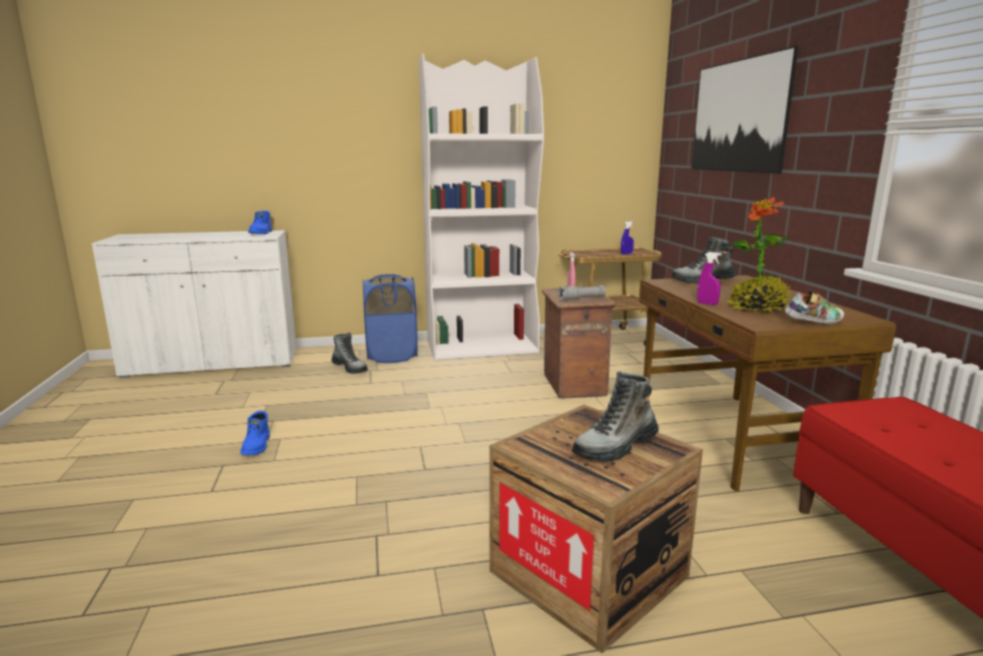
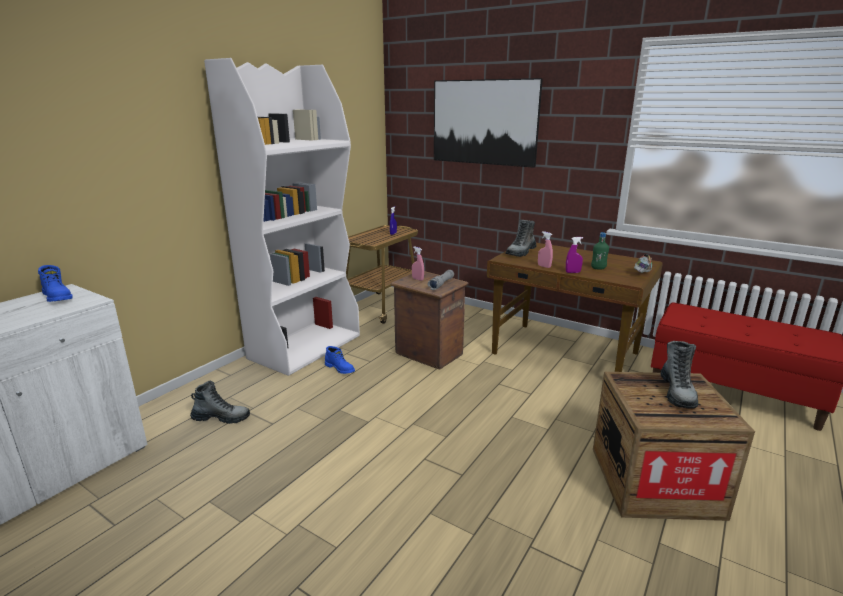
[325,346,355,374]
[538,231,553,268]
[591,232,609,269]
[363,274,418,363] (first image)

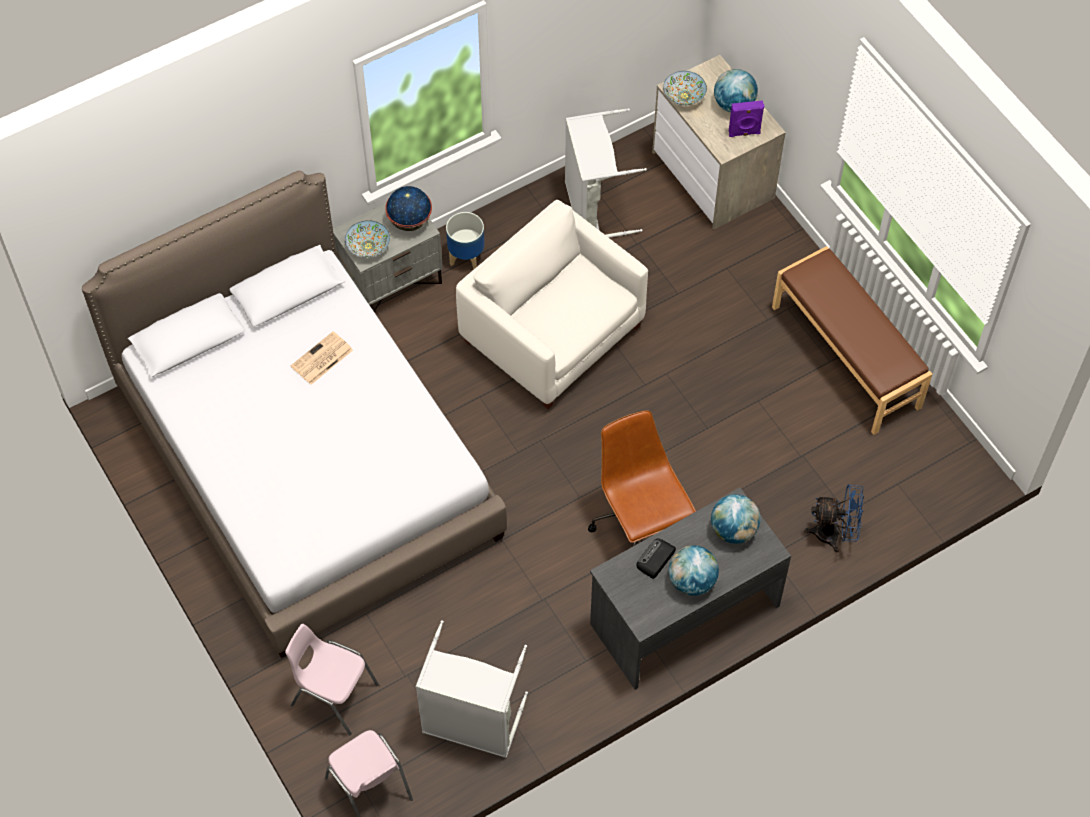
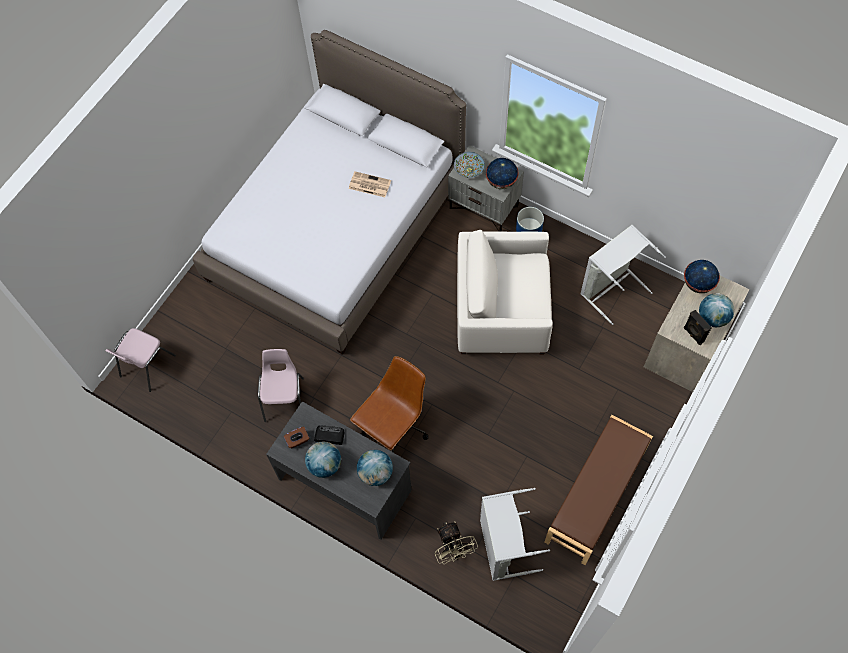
[258,349,304,422]
[284,426,309,448]
[435,521,478,564]
[457,230,553,354]
[480,488,550,581]
[684,260,720,293]
[684,310,712,345]

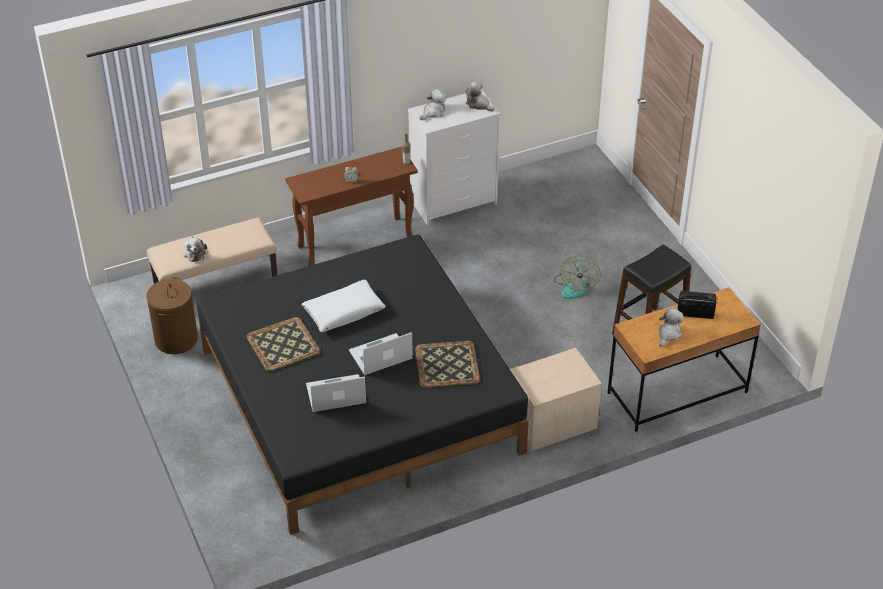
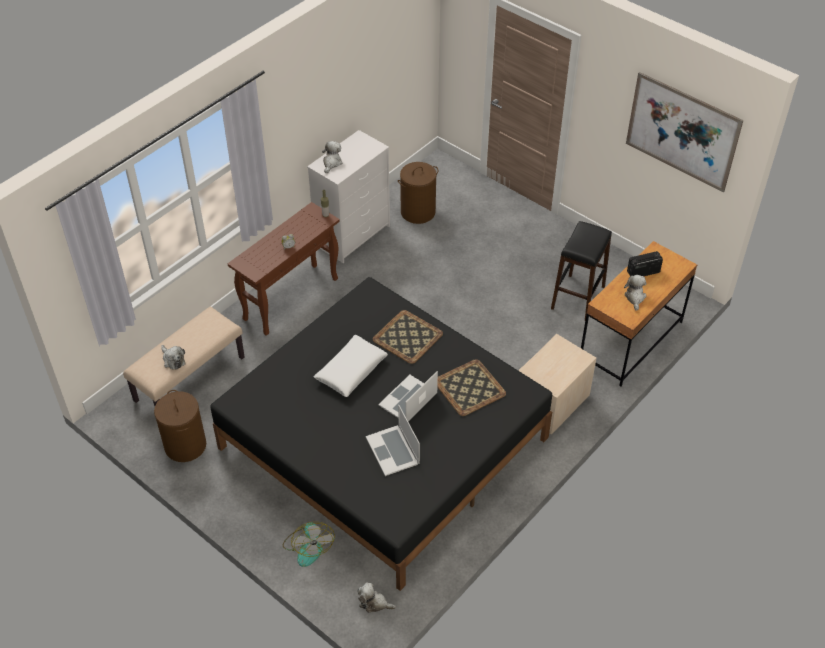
[283,522,335,567]
[358,582,396,613]
[366,405,420,476]
[372,310,443,364]
[398,162,438,224]
[626,72,744,192]

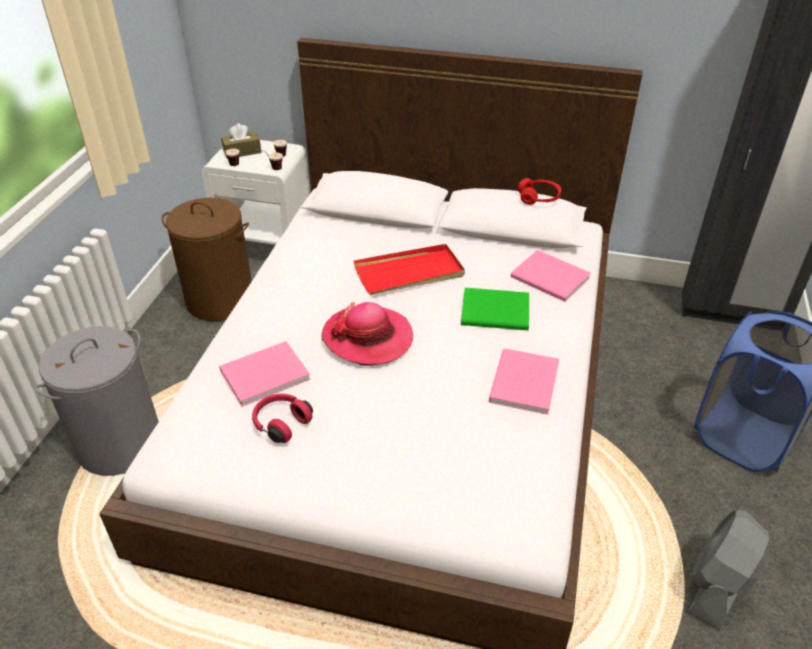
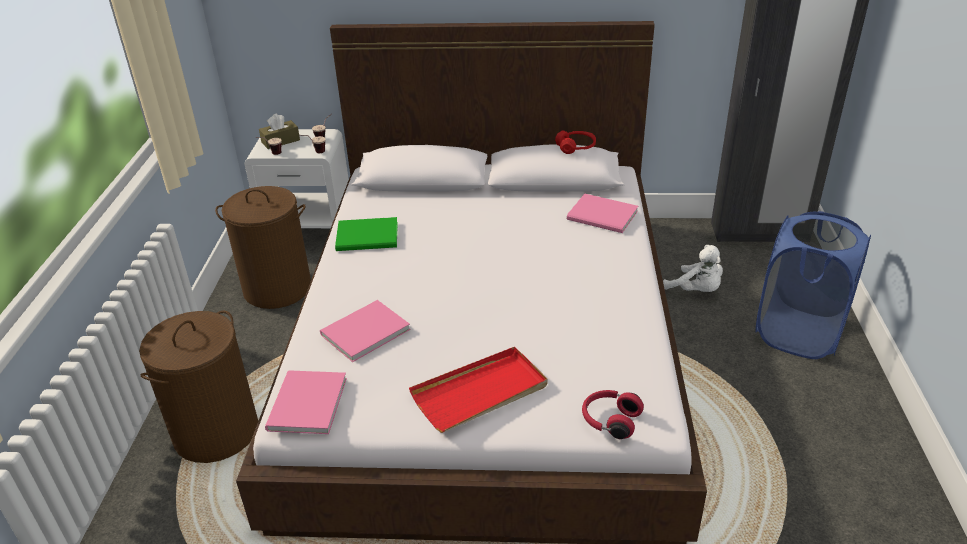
[139,311,258,463]
[265,370,347,434]
[335,217,398,251]
[409,347,547,433]
[582,390,644,439]
[663,245,723,292]
[321,302,413,366] (first image)
[688,510,770,630] (first image)

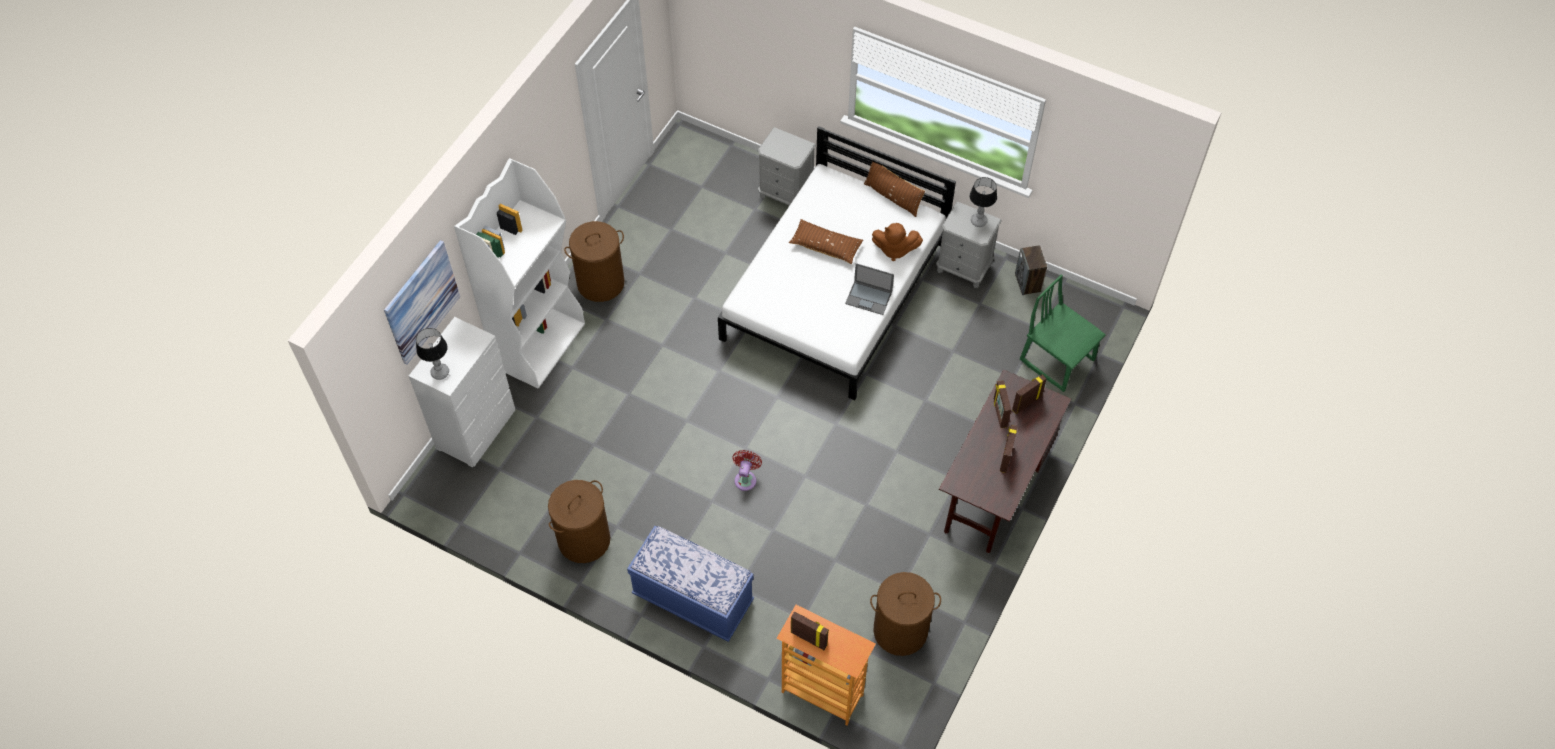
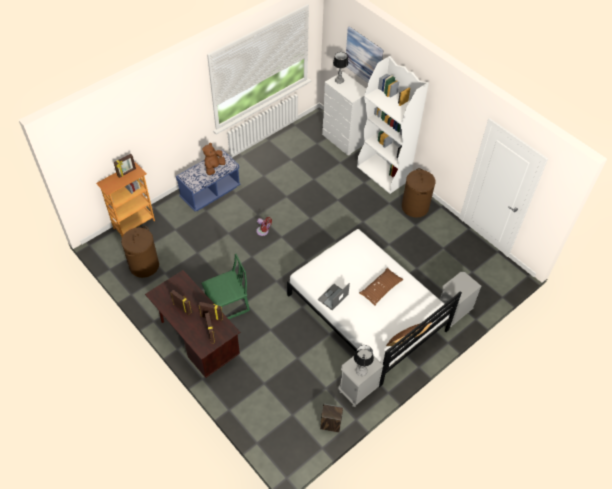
[201,254,250,319]
[202,143,226,175]
[548,480,611,563] (first image)

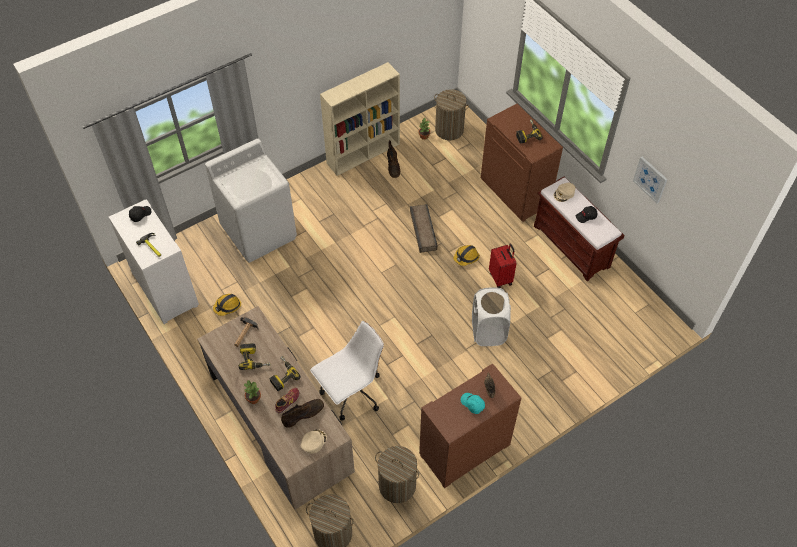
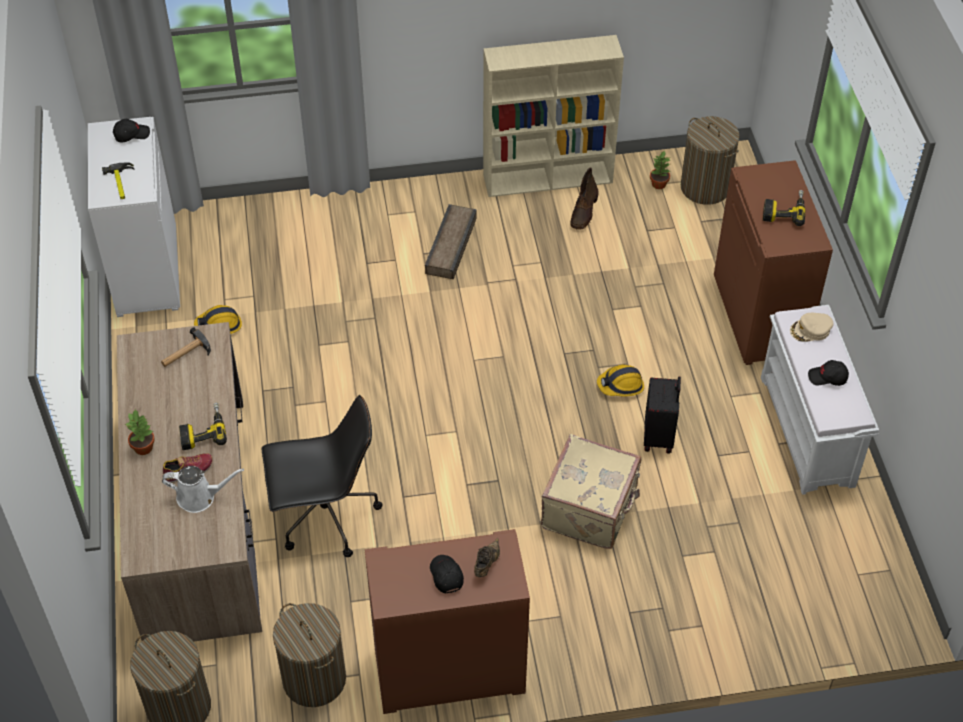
[162,466,244,513]
[262,395,383,557]
[425,204,477,279]
[430,555,464,594]
[541,434,641,549]
[644,376,681,454]
[761,305,879,495]
[205,139,297,263] (first image)
[239,343,270,370] (first image)
[301,429,327,454] (first image)
[633,157,668,203] (first image)

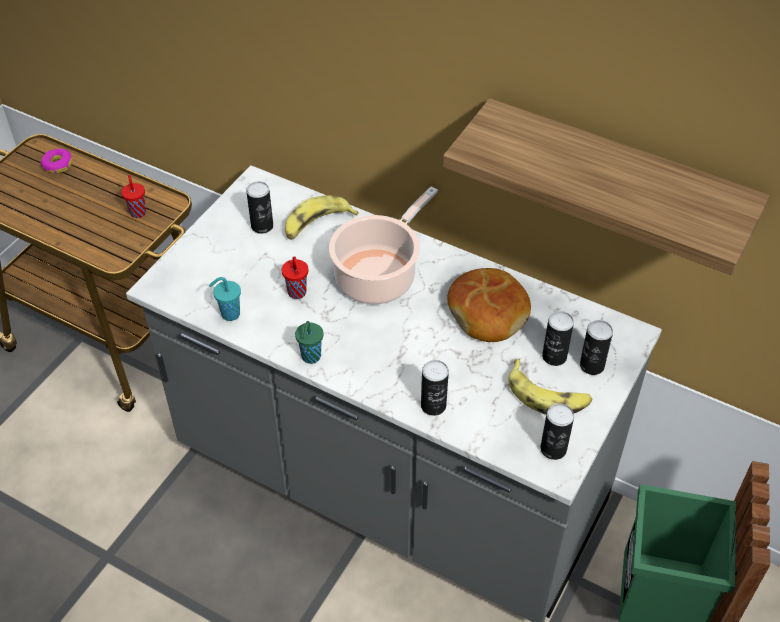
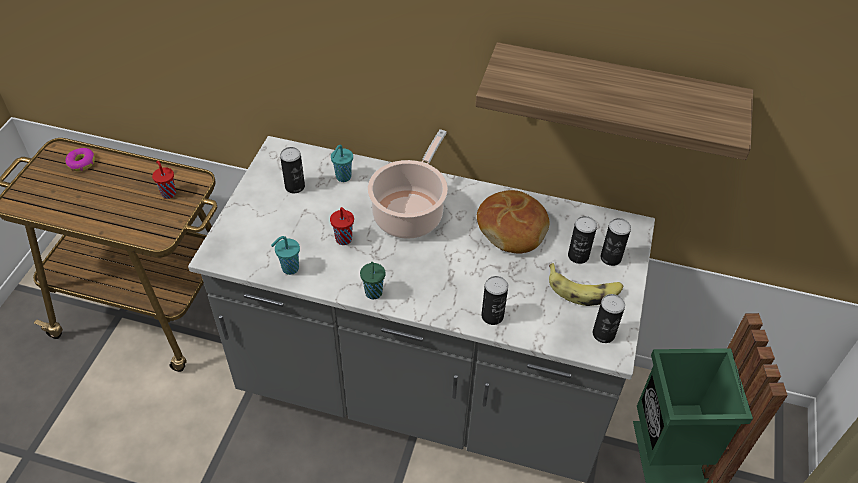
[331,145,353,182]

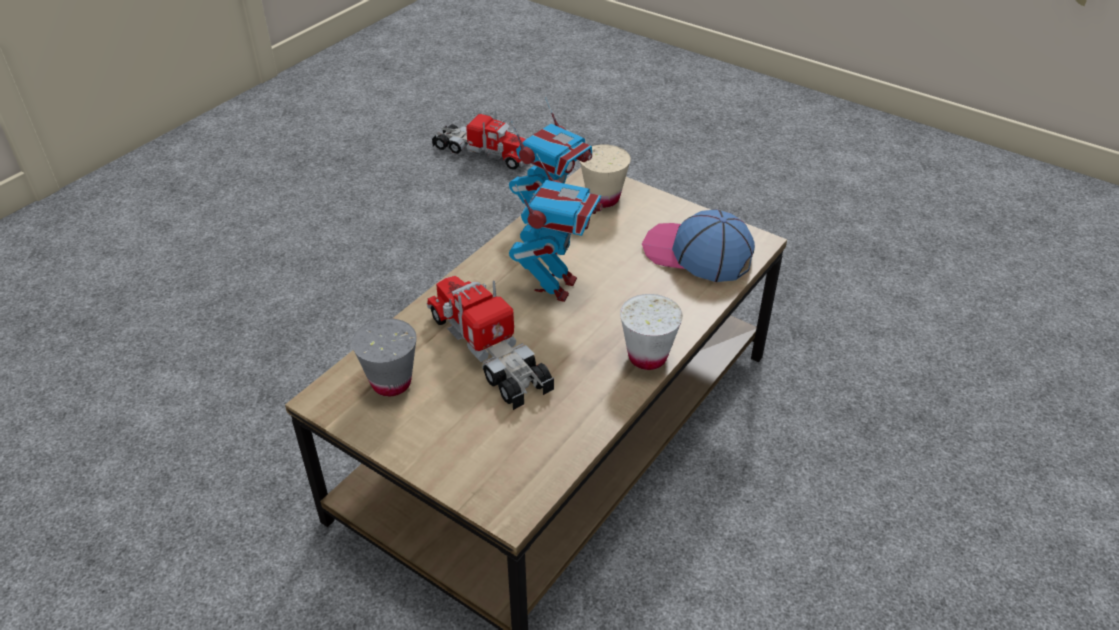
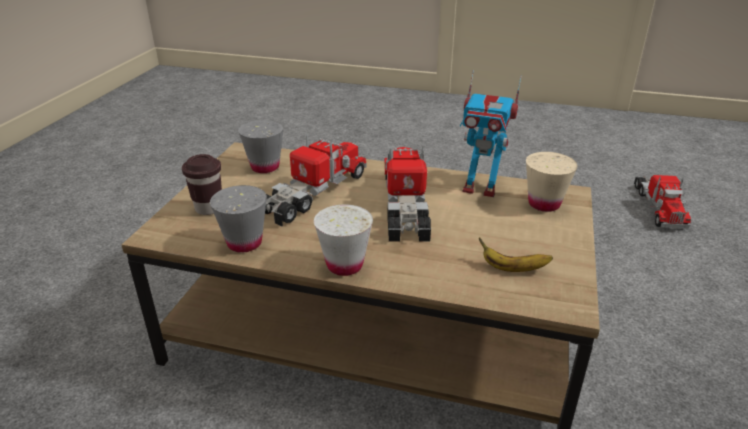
[182,154,222,215]
[210,185,267,253]
[384,146,431,242]
[479,238,553,272]

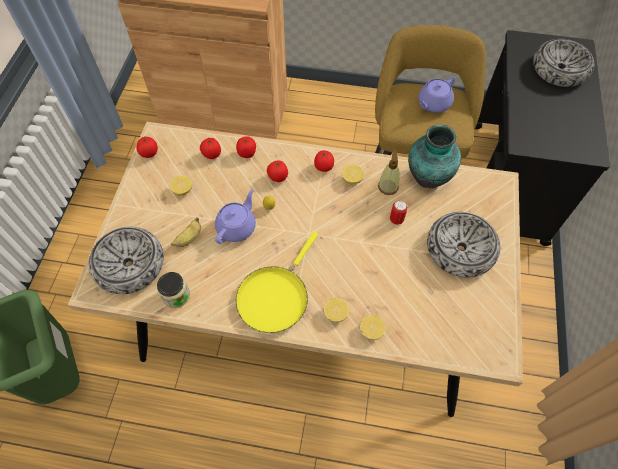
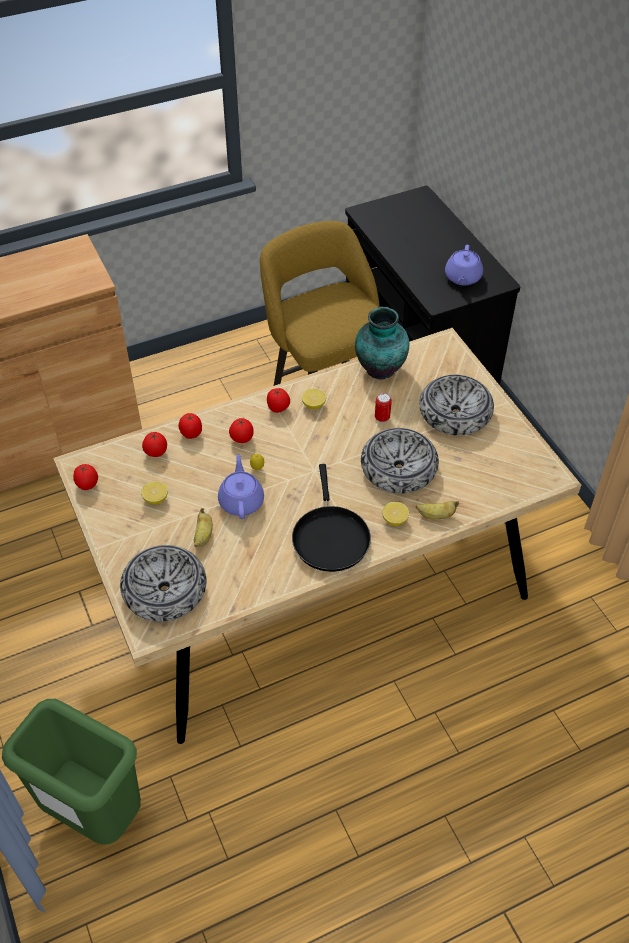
[292,464,371,572]
[361,428,439,493]
[416,501,459,519]
[445,245,483,285]
[157,272,190,308] (first image)
[378,149,400,195] (first image)

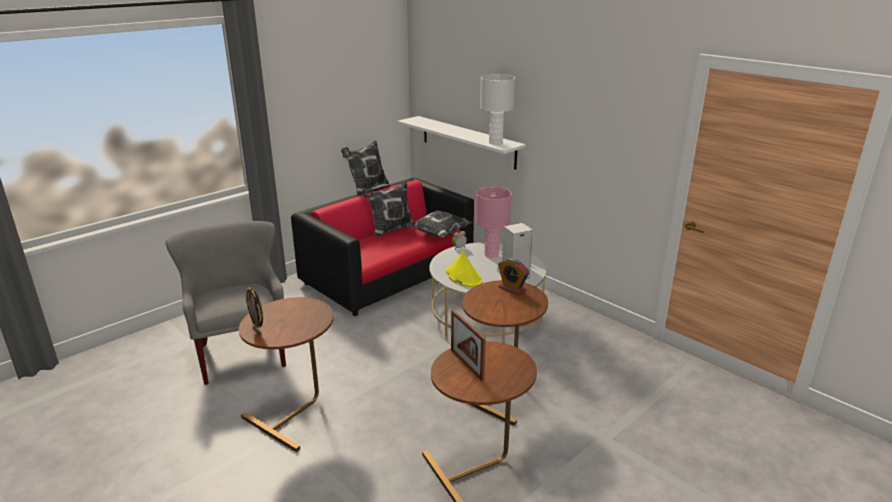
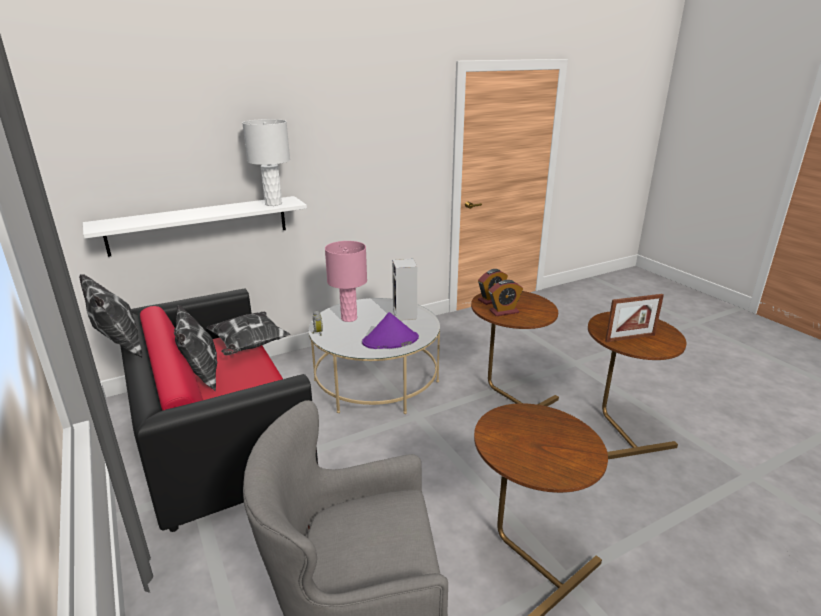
[362,312,419,349]
[489,280,523,316]
[245,287,263,336] (first image)

